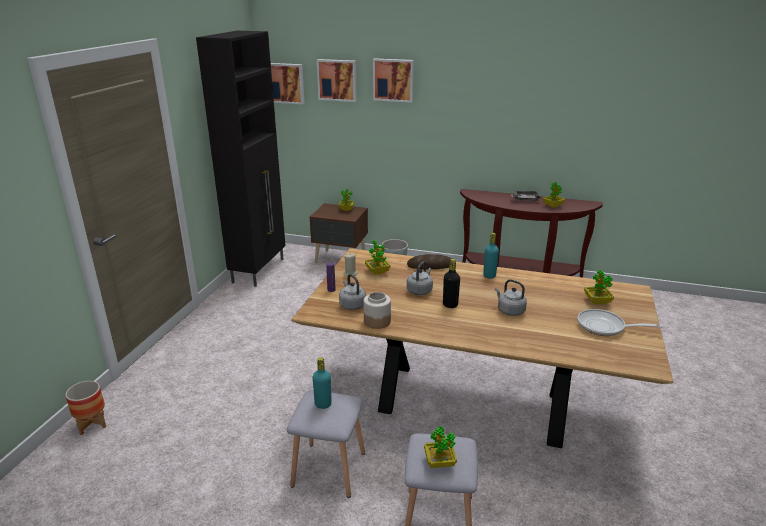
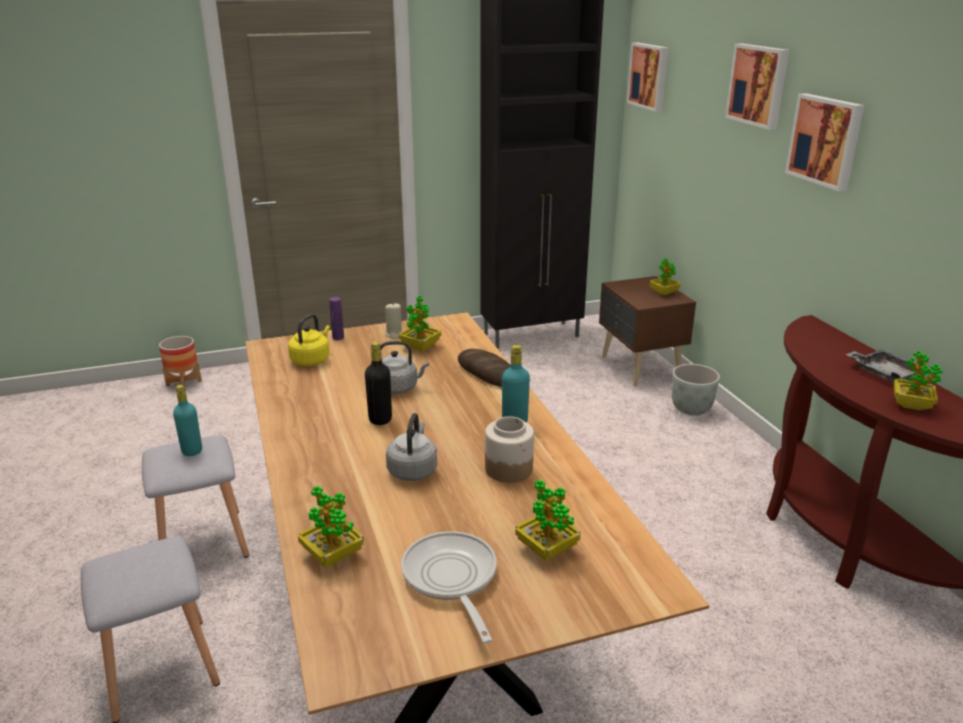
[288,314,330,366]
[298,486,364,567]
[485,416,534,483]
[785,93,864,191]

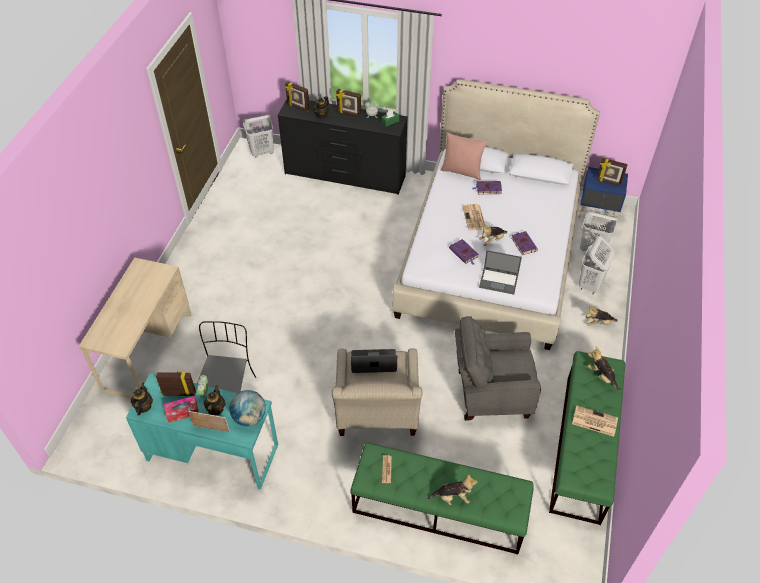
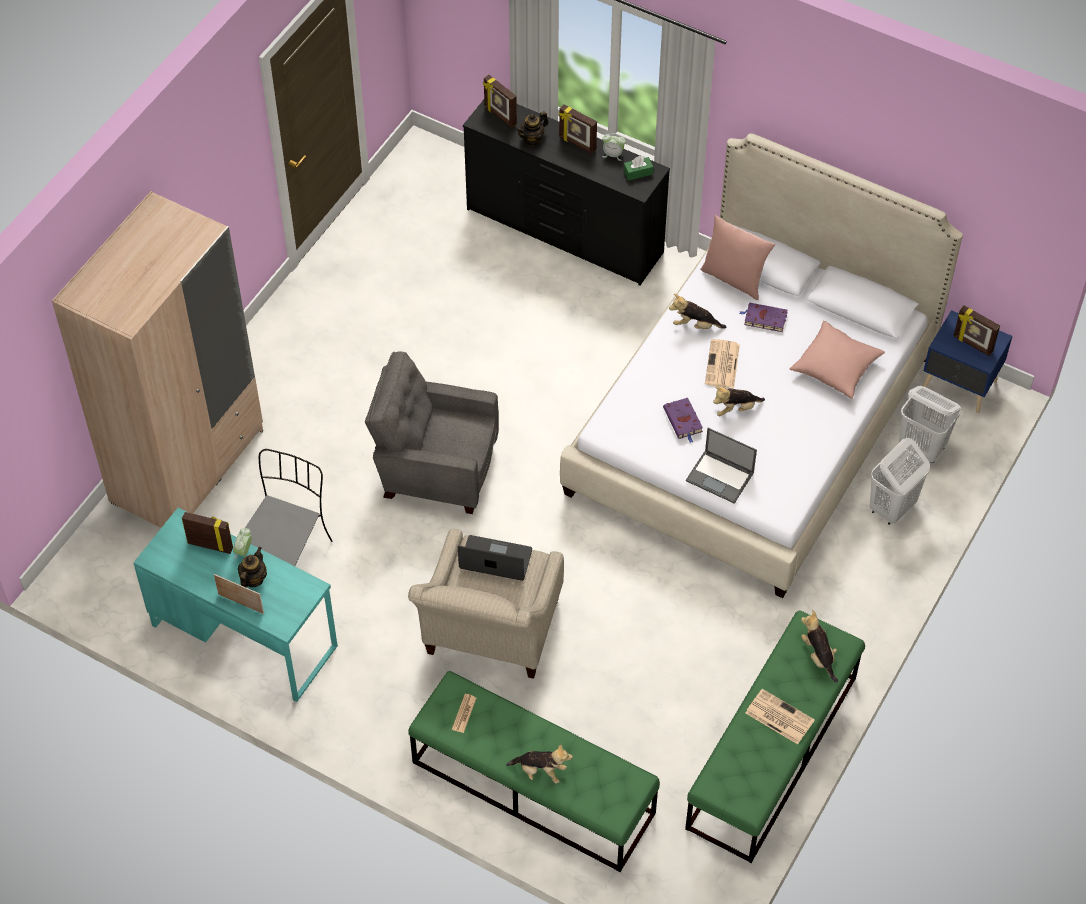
[52,191,263,528]
[365,352,499,514]
[669,294,727,329]
[789,321,885,399]
[131,383,153,416] (first image)
[164,396,199,423] (first image)
[229,390,266,426] (first image)
[243,115,274,157] (first image)
[511,231,538,255] (first image)

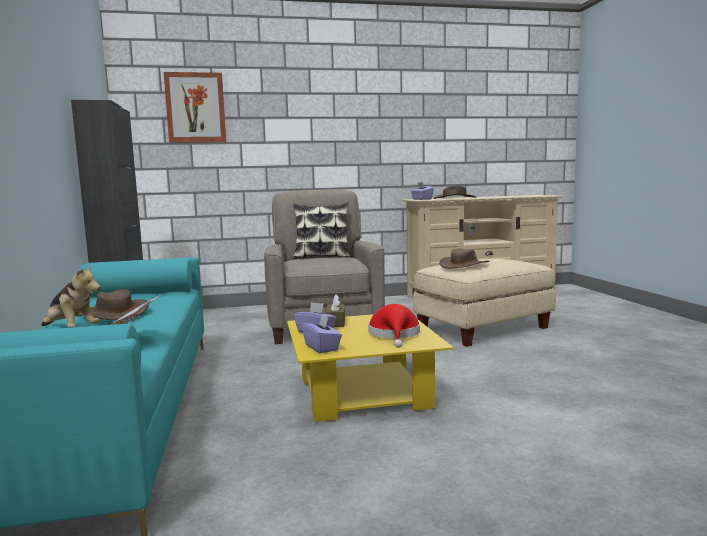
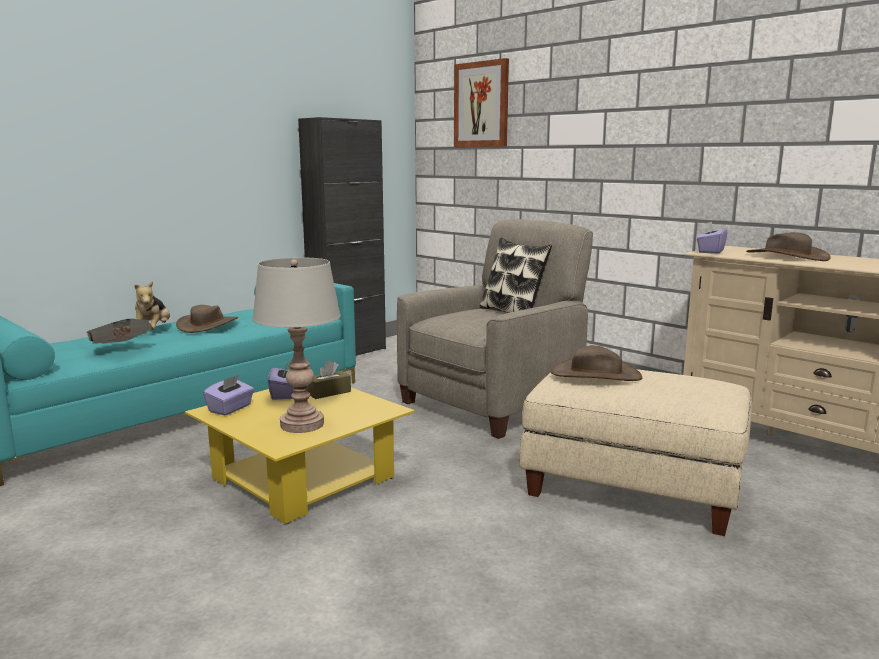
[252,257,341,433]

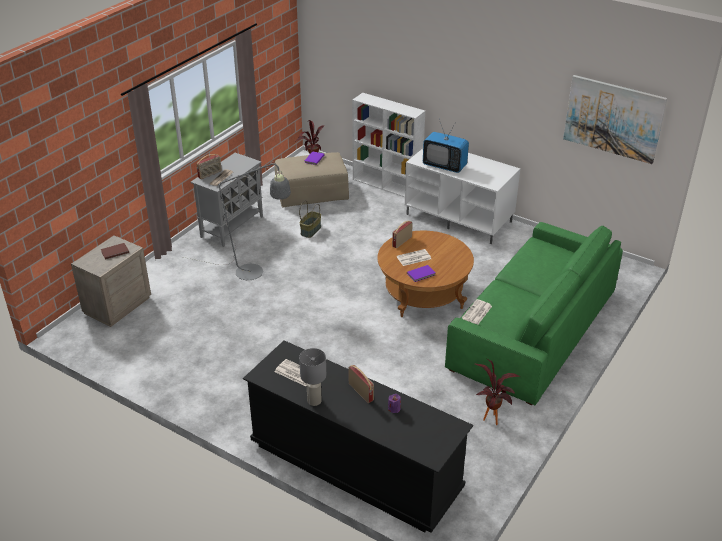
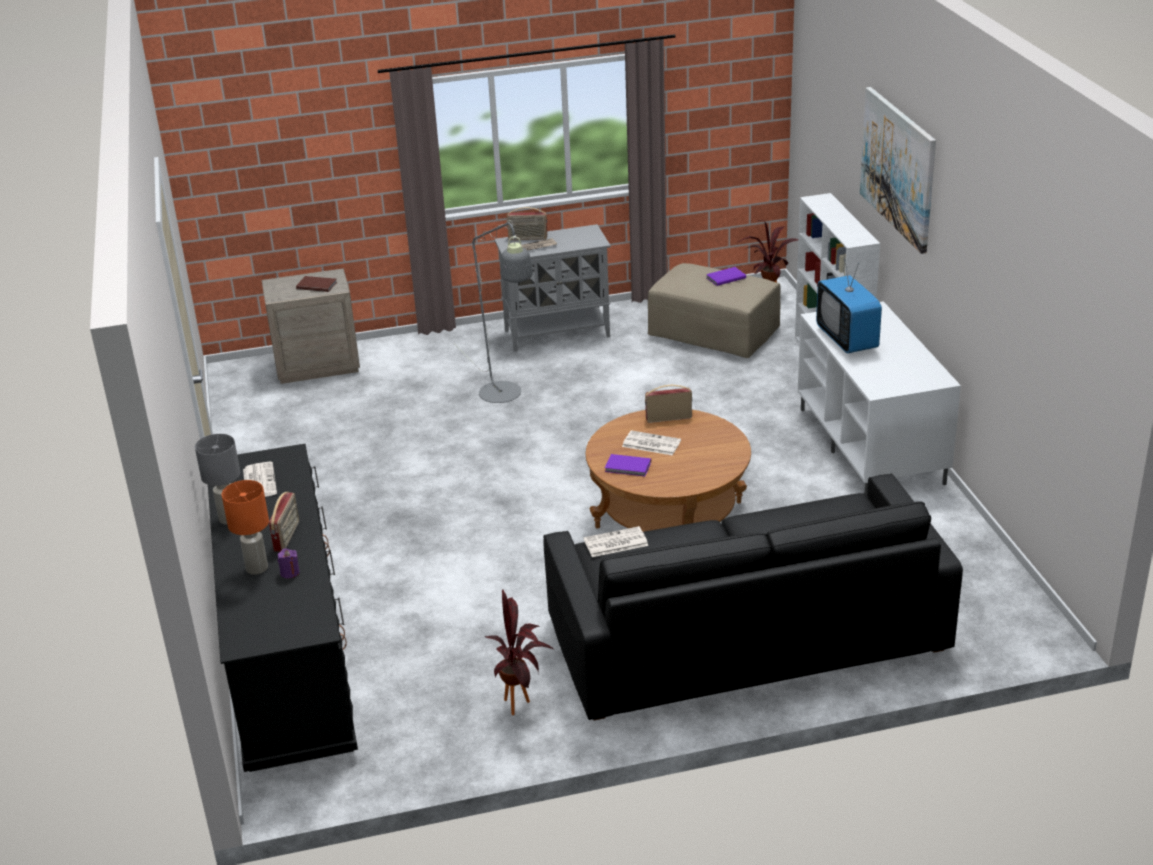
[222,480,269,575]
[543,474,963,720]
[860,87,936,254]
[299,200,321,238] (first image)

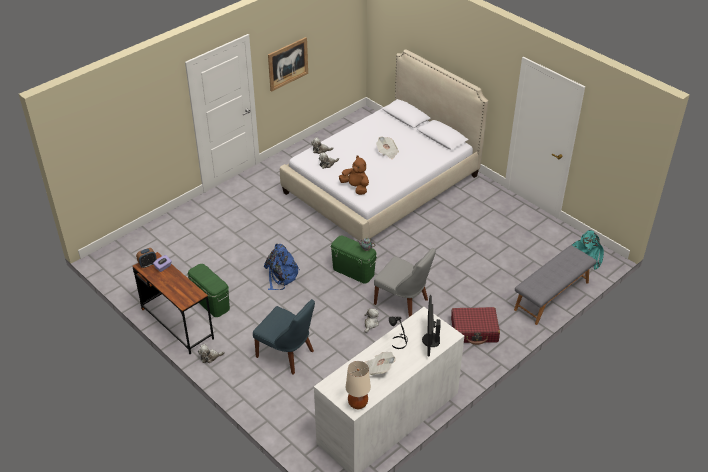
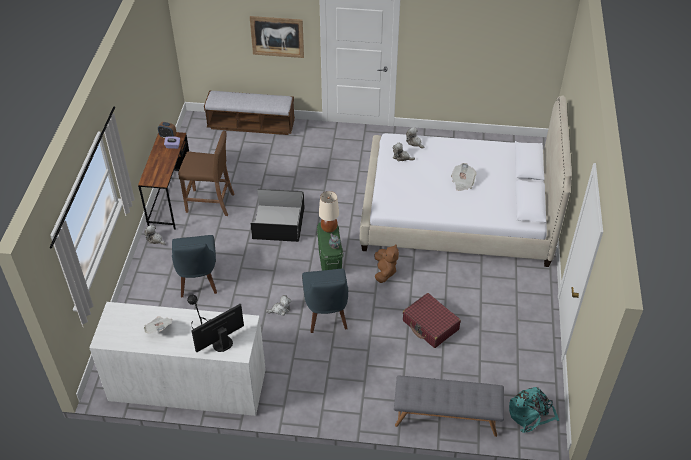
[178,131,234,216]
[204,90,295,135]
[250,16,304,58]
[250,189,305,242]
[302,269,348,333]
[319,191,339,233]
[375,244,399,283]
[403,293,461,348]

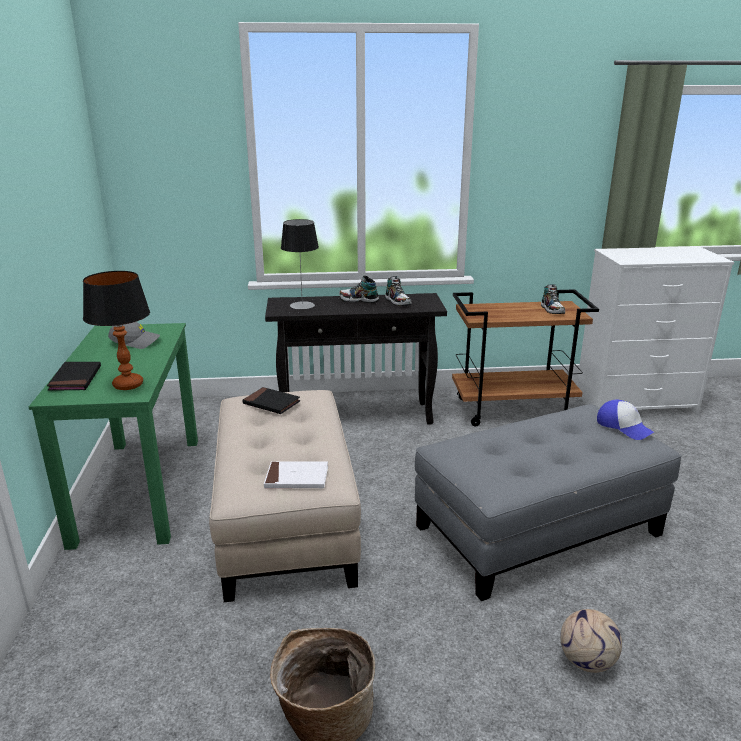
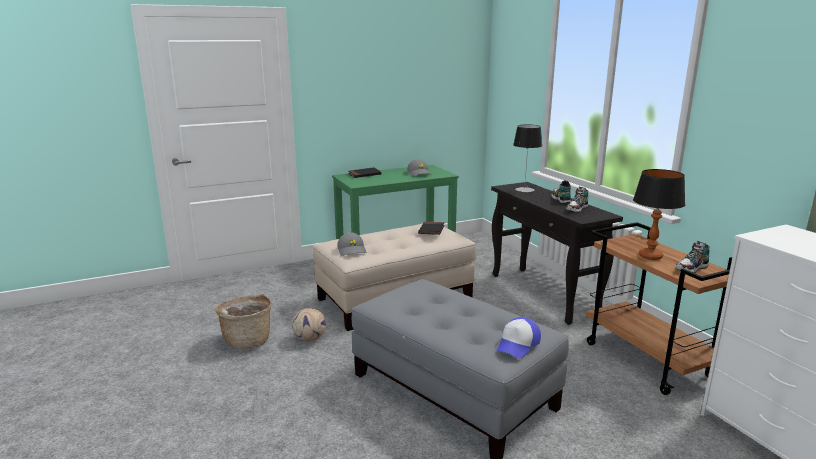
[292,308,326,341]
[337,232,367,256]
[633,169,685,260]

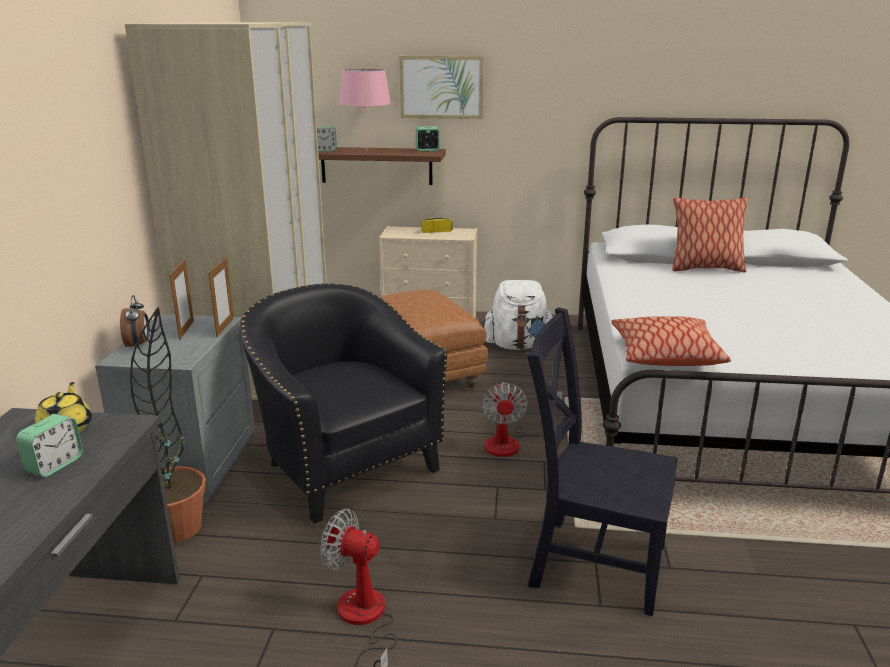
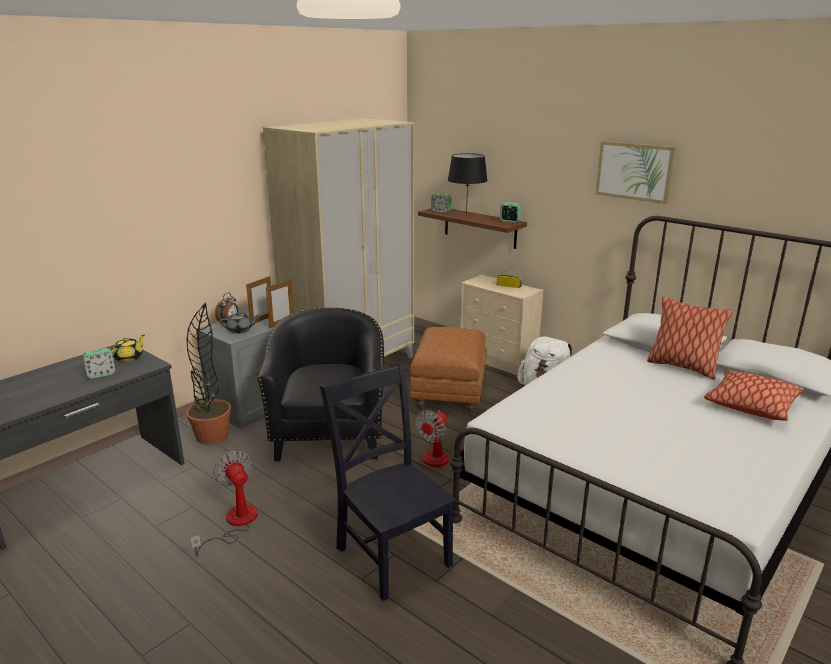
[219,312,259,334]
[448,153,488,216]
[596,141,676,204]
[704,370,804,421]

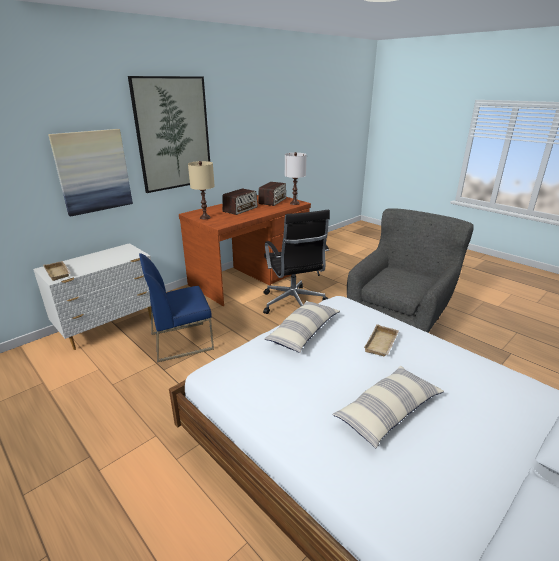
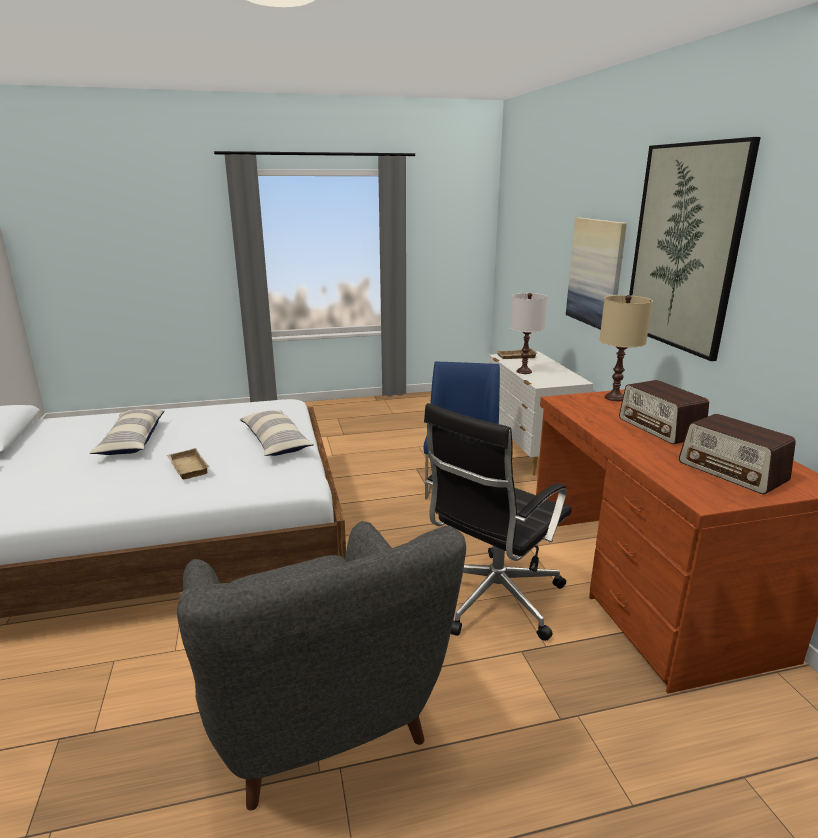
[424,403,572,641]
[510,293,547,374]

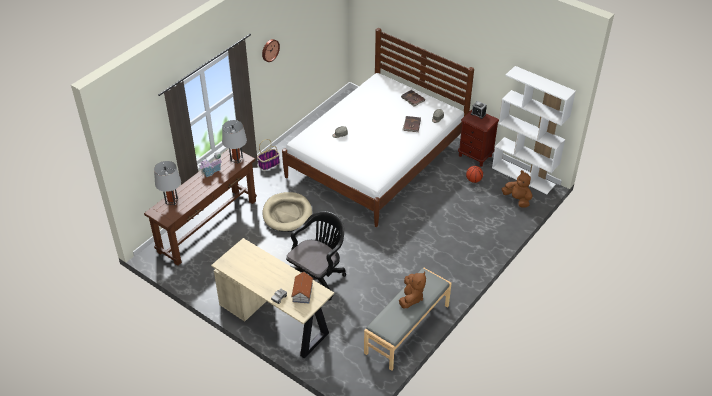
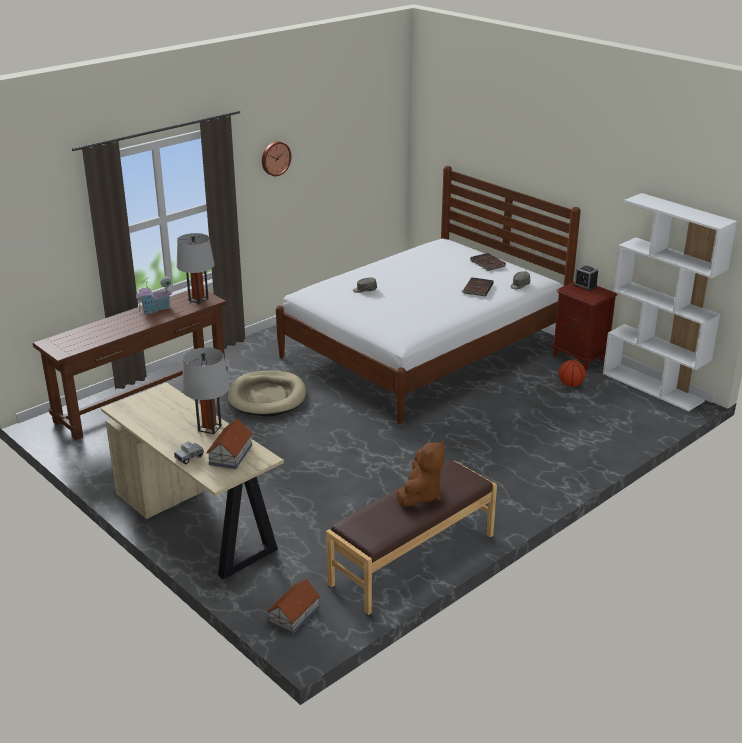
[182,347,230,434]
[266,579,320,635]
[326,460,497,615]
[257,139,280,170] (first image)
[286,211,346,301] (first image)
[502,170,532,208] (first image)

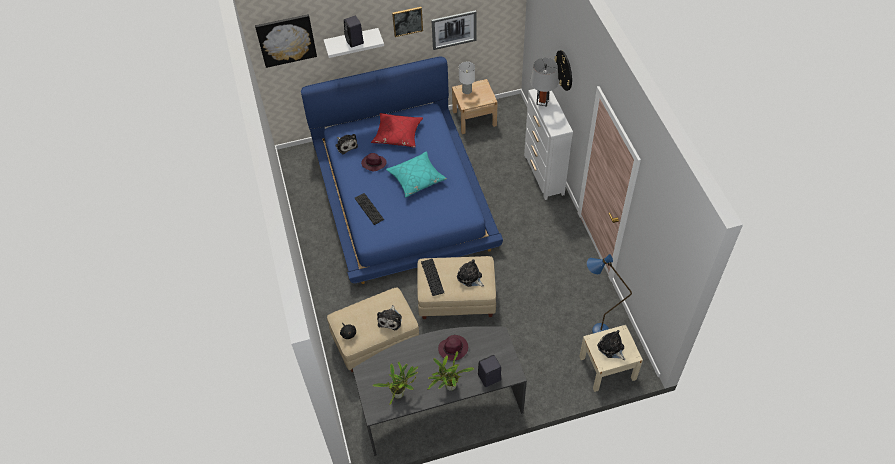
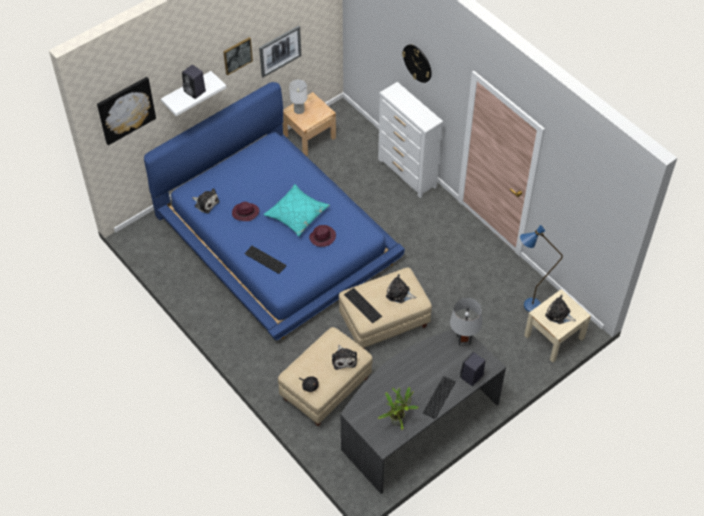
[309,225,336,247]
[423,376,456,419]
[450,298,482,346]
[371,113,423,148] (first image)

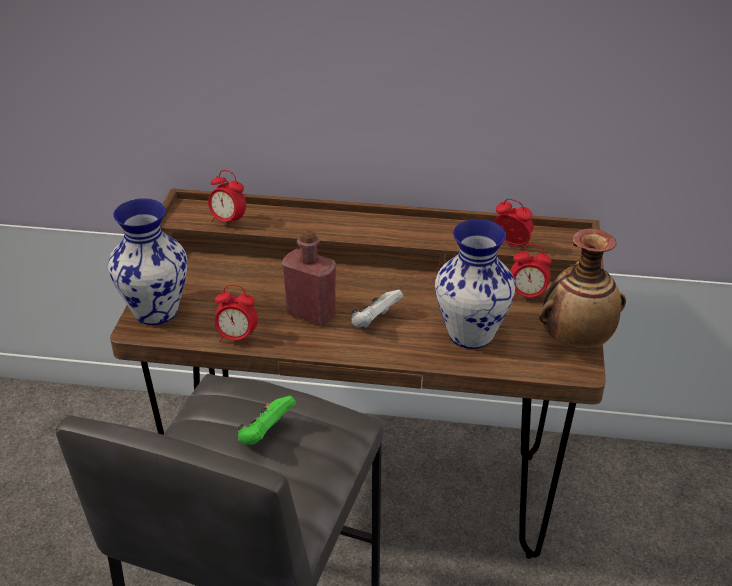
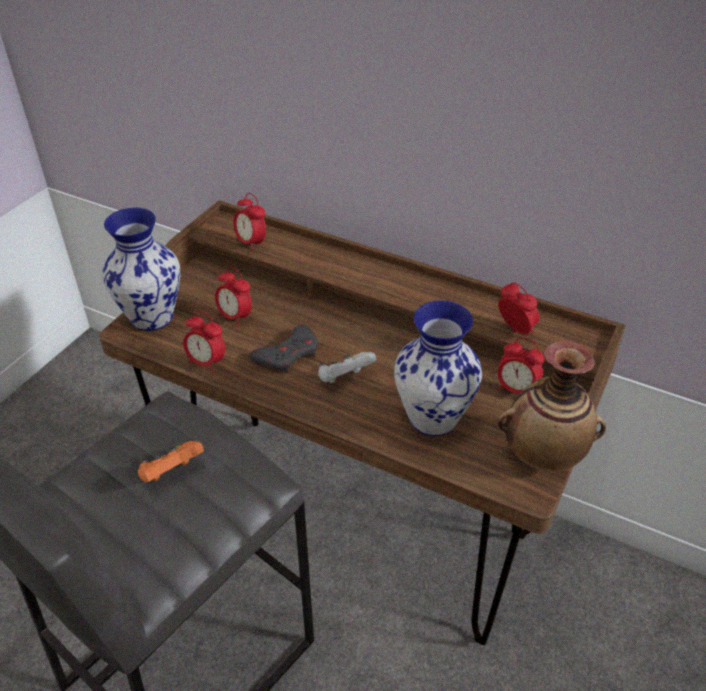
[138,441,204,483]
[215,267,252,327]
[250,325,318,374]

